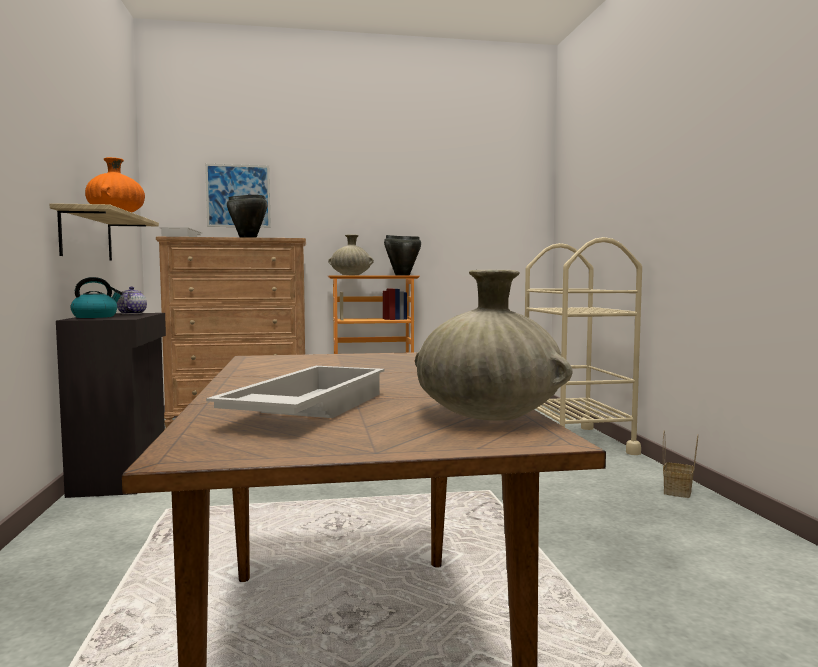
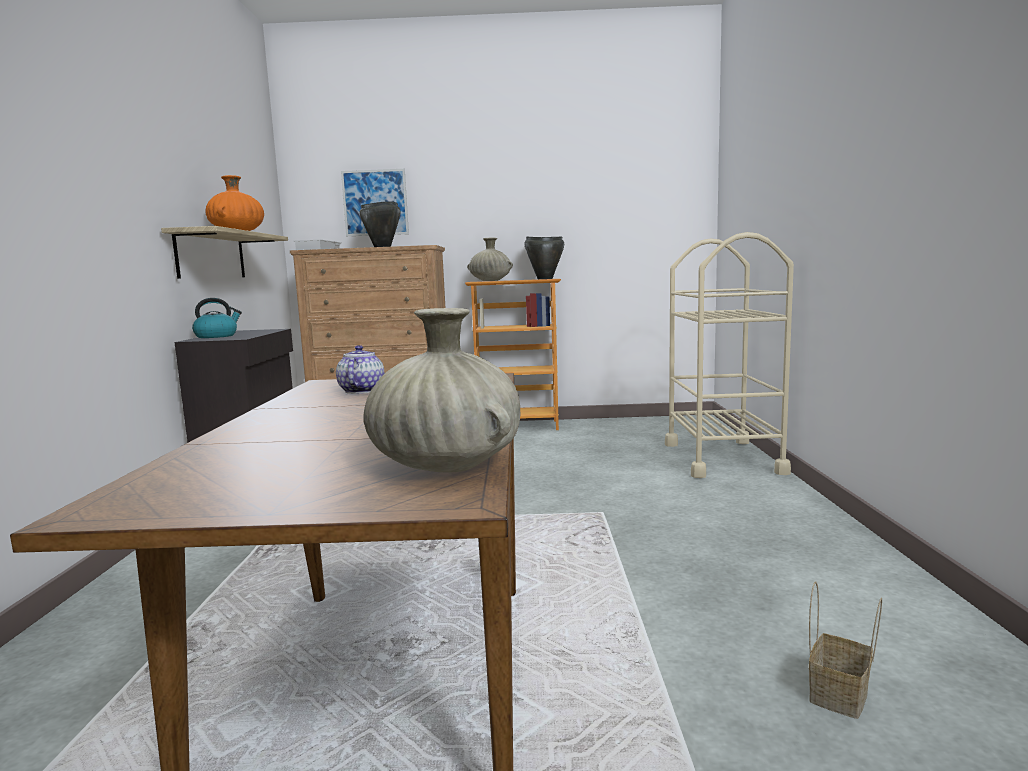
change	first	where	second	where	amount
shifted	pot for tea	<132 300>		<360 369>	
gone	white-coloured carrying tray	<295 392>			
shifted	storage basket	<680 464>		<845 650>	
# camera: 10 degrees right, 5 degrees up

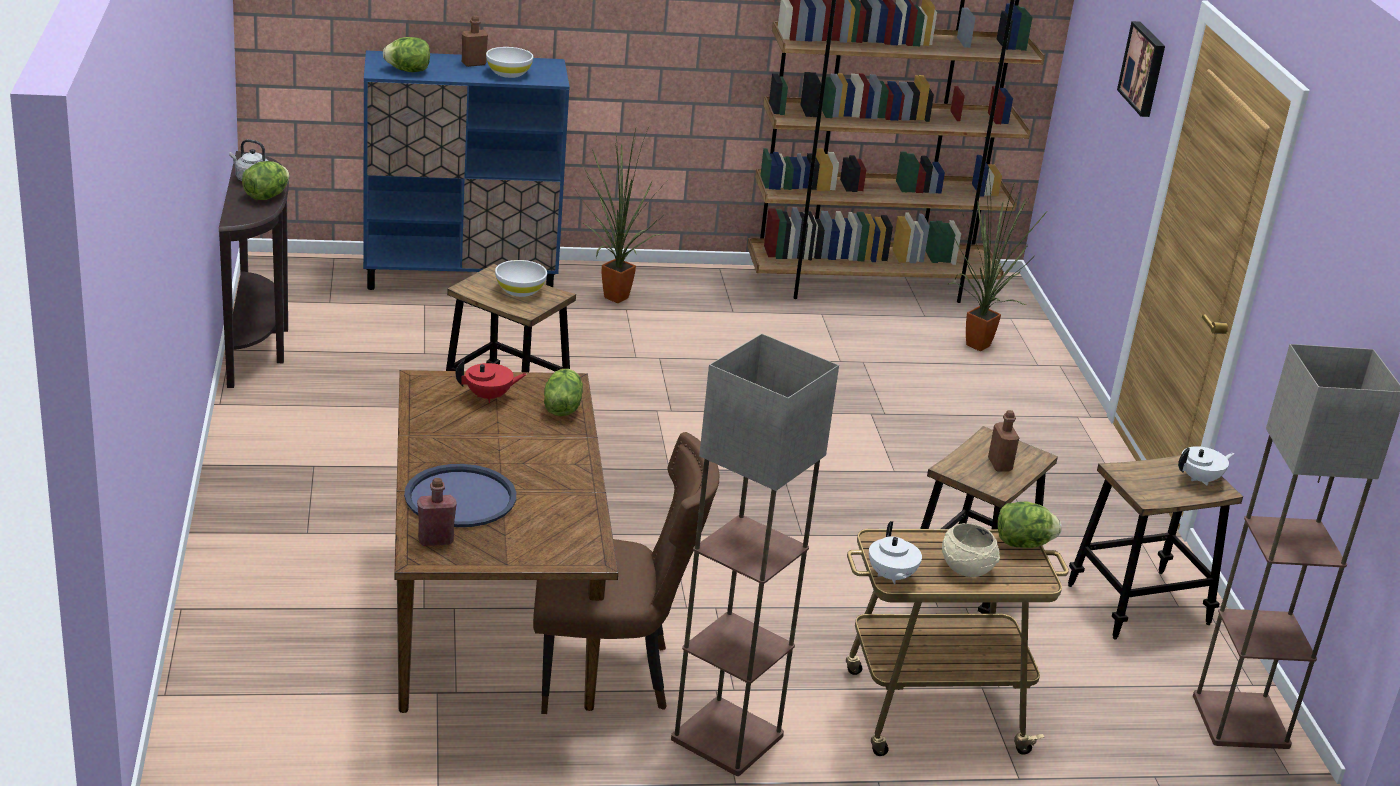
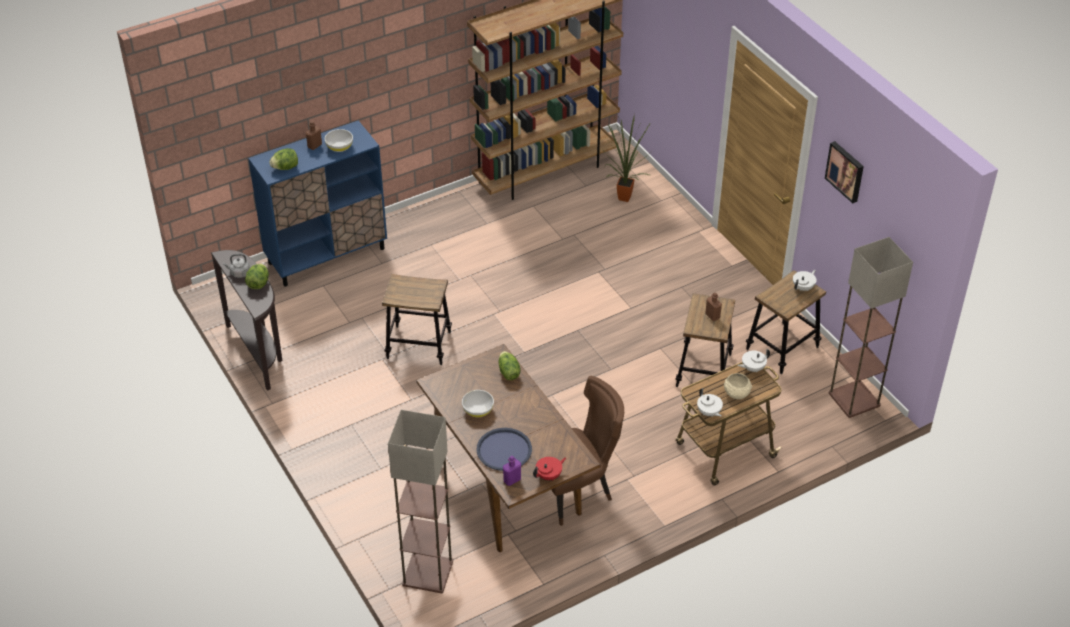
change	first	where	second	where	amount
repainted	red bottle	<437 512>	purple-coloured bottle	<512 471>	
shifted	red pot for tea	<491 381>		<549 469>	
shifted	white-coloured deep dish	<521 278>		<478 403>	
gone	potted plant	<620 216>			
shifted	floor lamp	<755 555>		<420 501>	
swapped	lettuce head	<1029 525>	white-coloured pot for tea	<754 360>	
shifted	wall picture	<1141 69>		<844 172>	
# camera: 20 degrees left, 15 degrees up

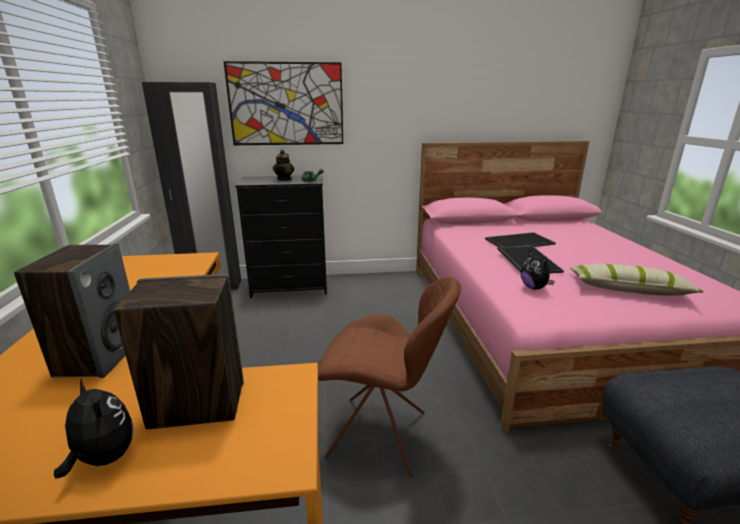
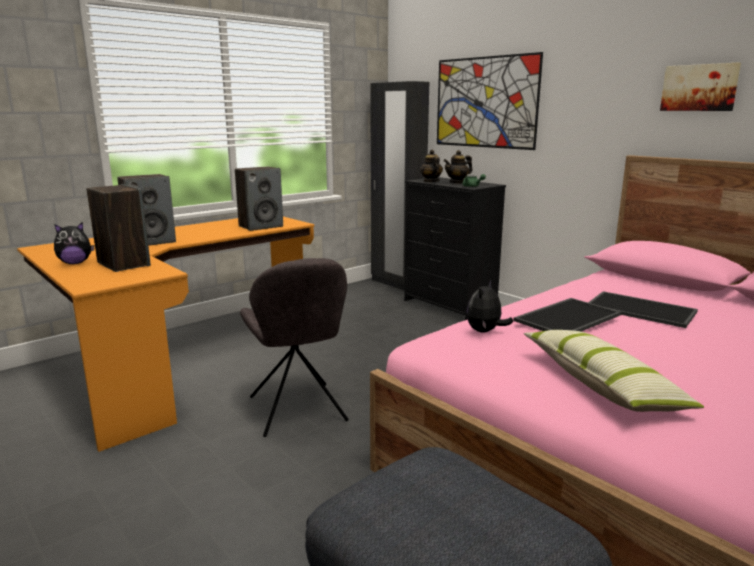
change	first	where	second	where	amount
rotated	soft toy	<93 428>		<74 243>	60 degrees clockwise
repainted	brown-coloured chair	<389 377>	gray chair	<294 347>	
new			loudspeaker	<259 199>	
new			pot for tea	<431 165>	
new			wall picture	<700 86>	
# camera: 55 degrees right, 5 degrees down

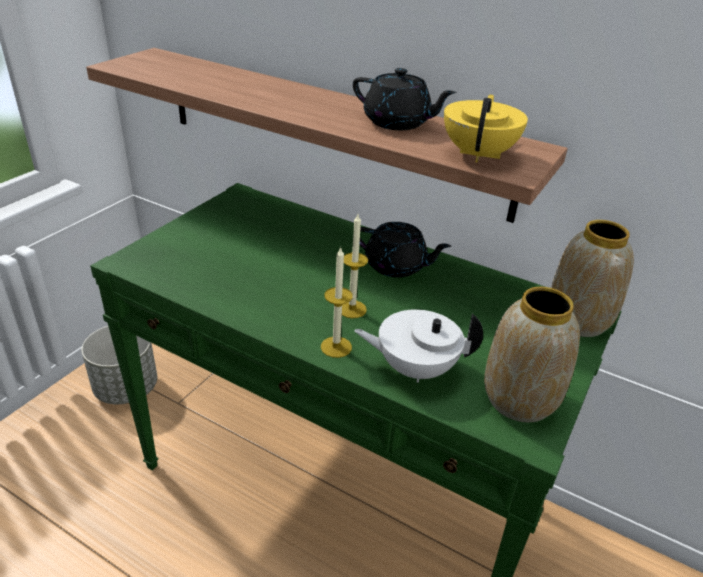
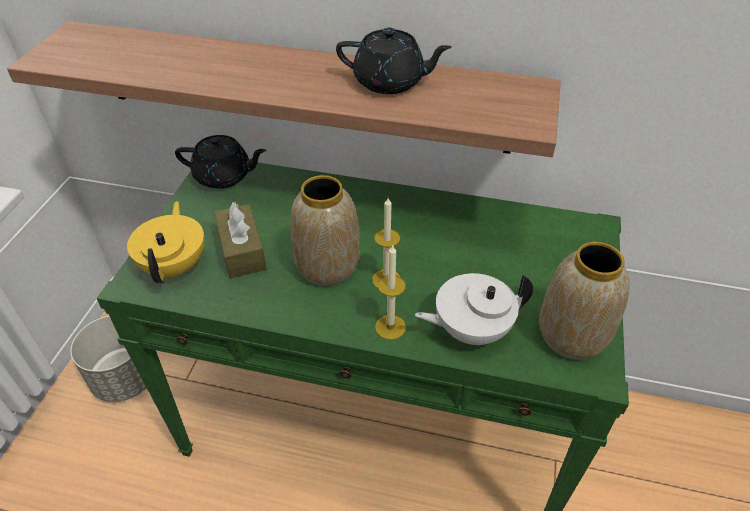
change	first	where	second	where	amount
shifted	blackish pot for tea	<405 250>		<220 162>	
shifted	yellow-coloured pot for tea	<486 128>		<165 242>	
shifted	flower vase	<592 278>		<325 230>	
new			brown-coloured tissue holder	<240 240>	
# camera: 15 degrees left, 10 degrees up

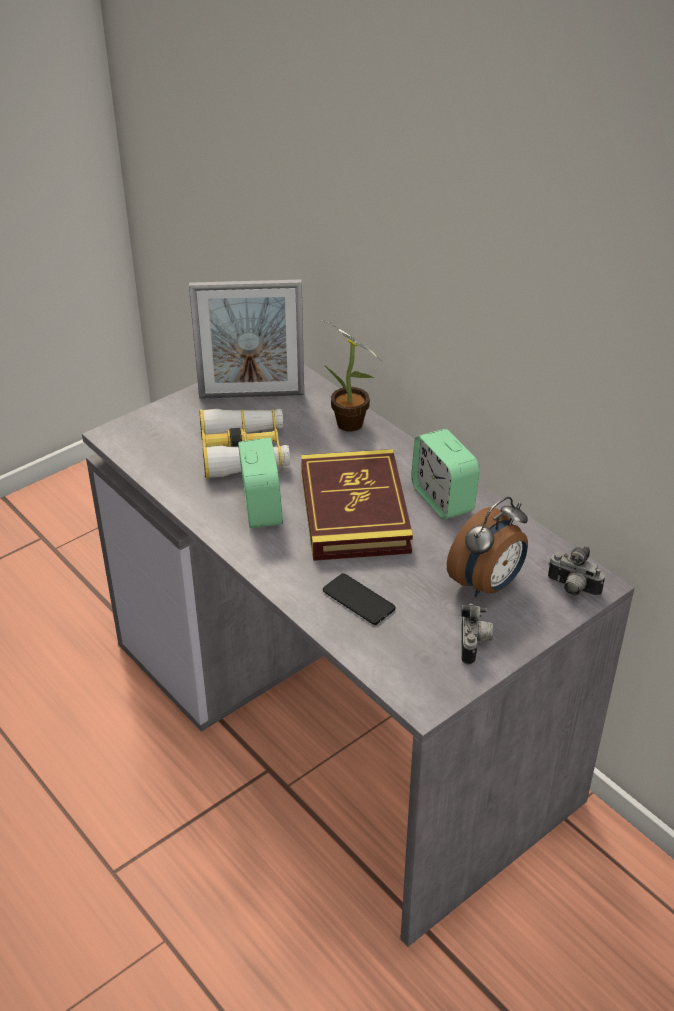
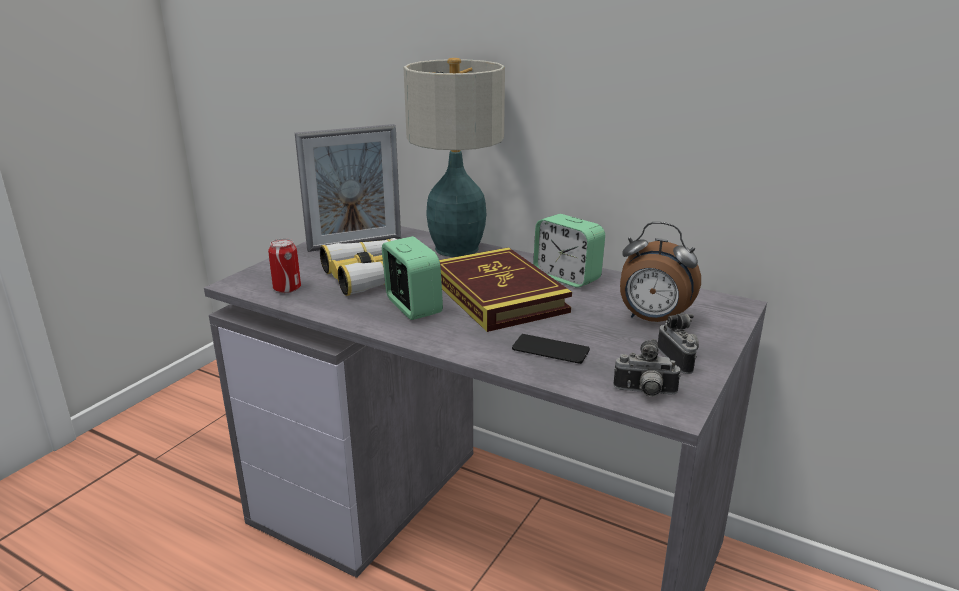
change	first	where	second	where	amount
swapped	potted plant	<352 376>	table lamp	<454 157>	
rotated	bedside clock	<487 547>		<660 272>	90 degrees clockwise
shifted	still camera	<576 571>		<647 368>	
new			sealed can	<284 265>	
# camera: 20 degrees left, 15 degrees down

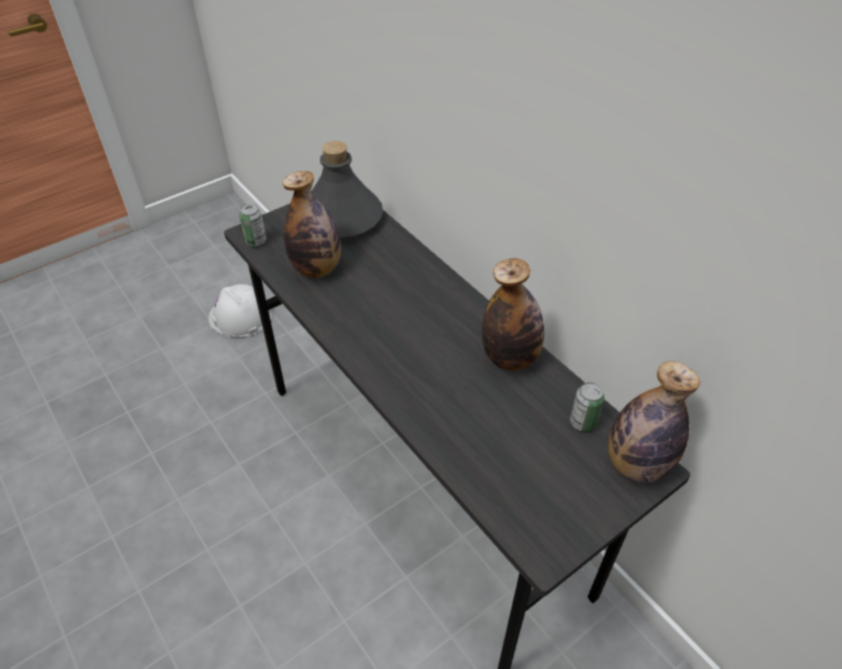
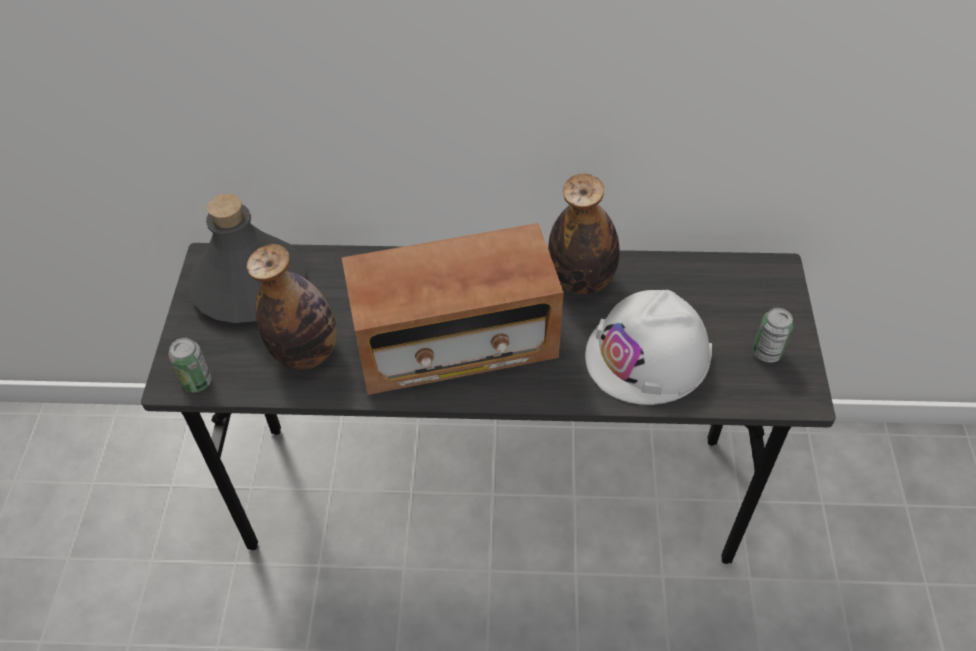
change	first	where	second	where	amount
shifted	white-coloured hard hat	<240 310>		<648 347>	
shifted	sealed can	<587 407>		<773 335>	
gone	bottle	<654 422>			
new			radio receiver	<452 309>	
# camera: 50 degrees left, 5 degrees up

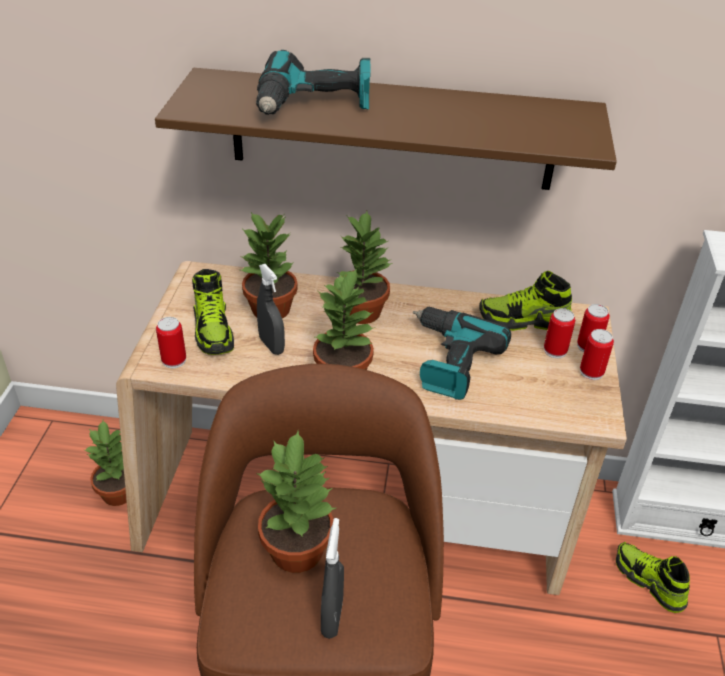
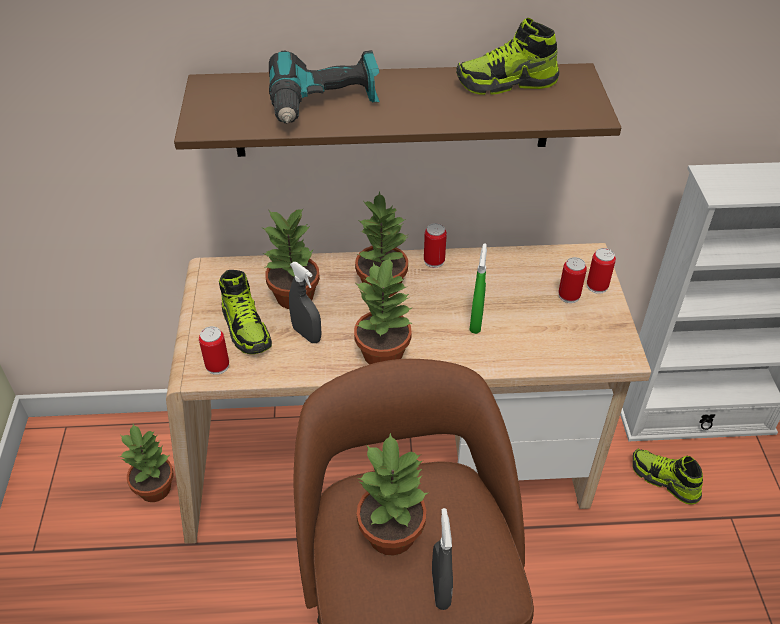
change	first	where	second	where	amount
swapped	electric drill	<462 353>	green spray bottle	<478 288>	
shifted	item of footwear	<525 301>		<507 56>	
shifted	sealed can	<597 354>		<435 245>	
# camera: 10 degrees left, 5 degrees up

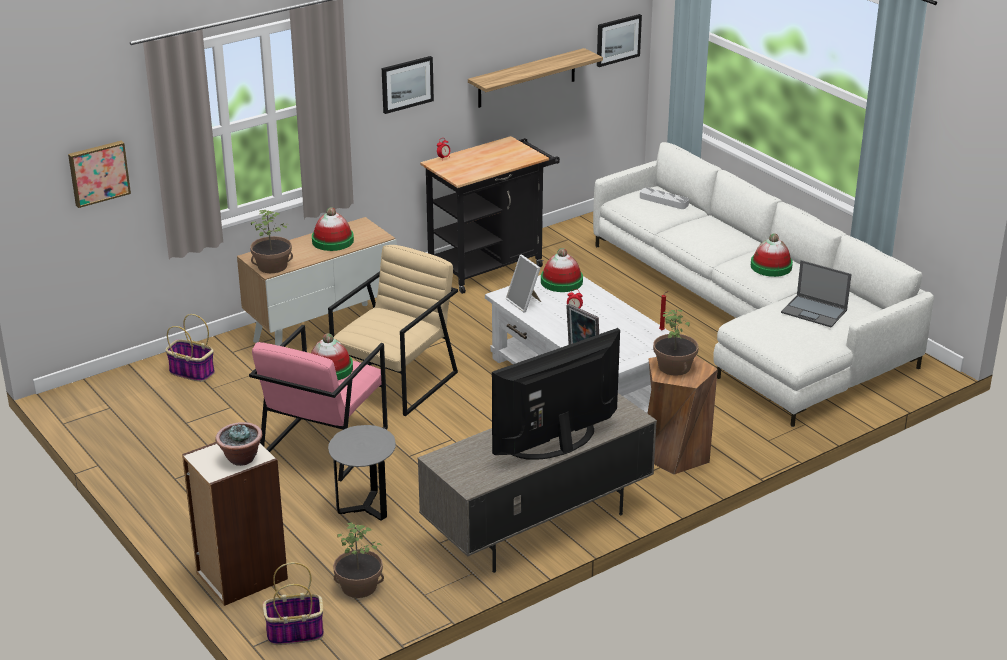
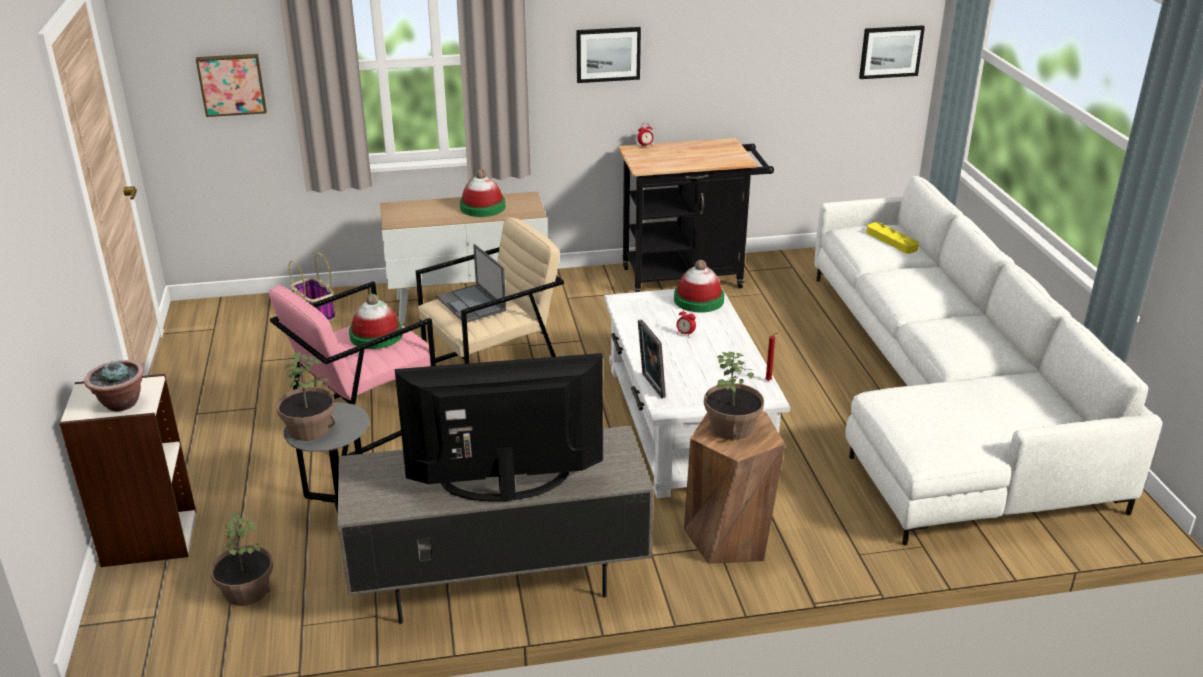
change	first	where	second	where	amount
shifted	potted plant	<271 241>		<306 396>	
gone	storage basket	<293 603>			
gone	bracket shelf	<535 78>			
gone	photo frame	<523 284>			
repainted	gray carrying tray	<664 198>	yellow-coloured carrying tray	<892 238>	
gone	wearable hat	<772 255>			
shifted	portable computer	<816 293>		<471 283>	
# camera: 25 degrees right, 0 degrees up

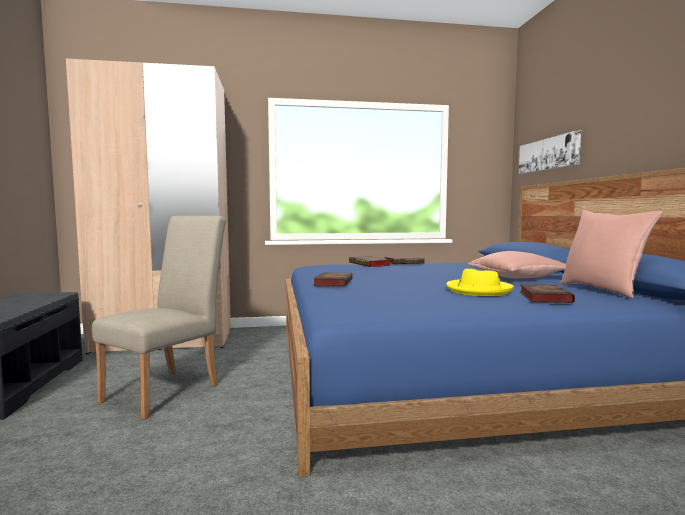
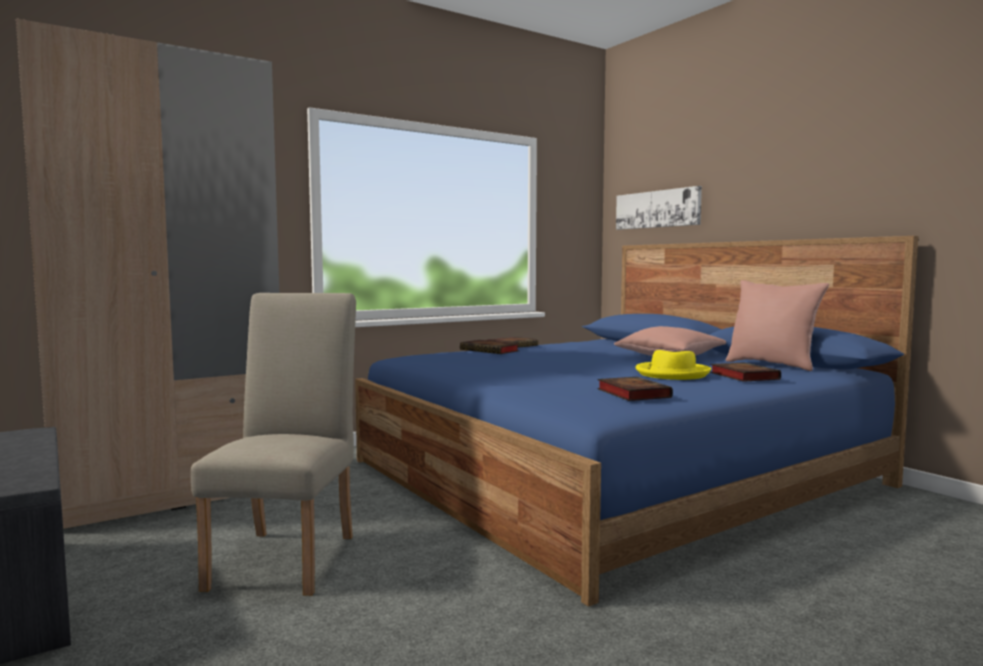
change	first	where	second	where	amount
shifted	volume	<333 279>		<635 389>	
# camera: 25 degrees left, 0 degrees up

